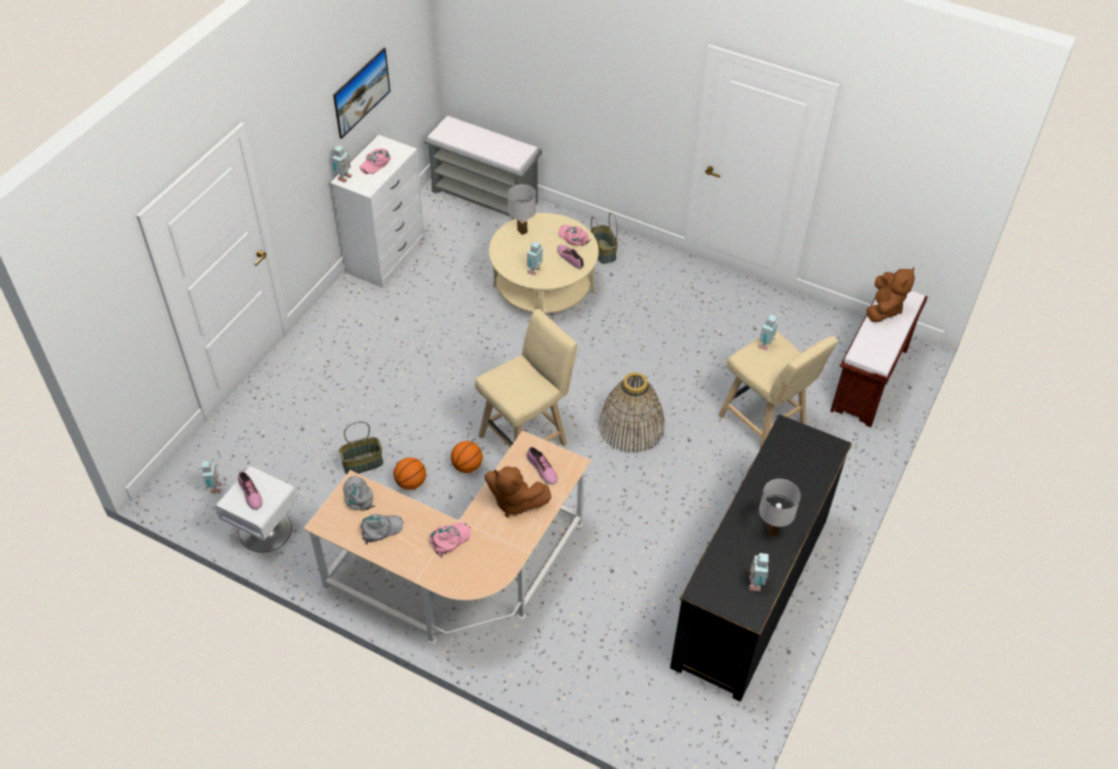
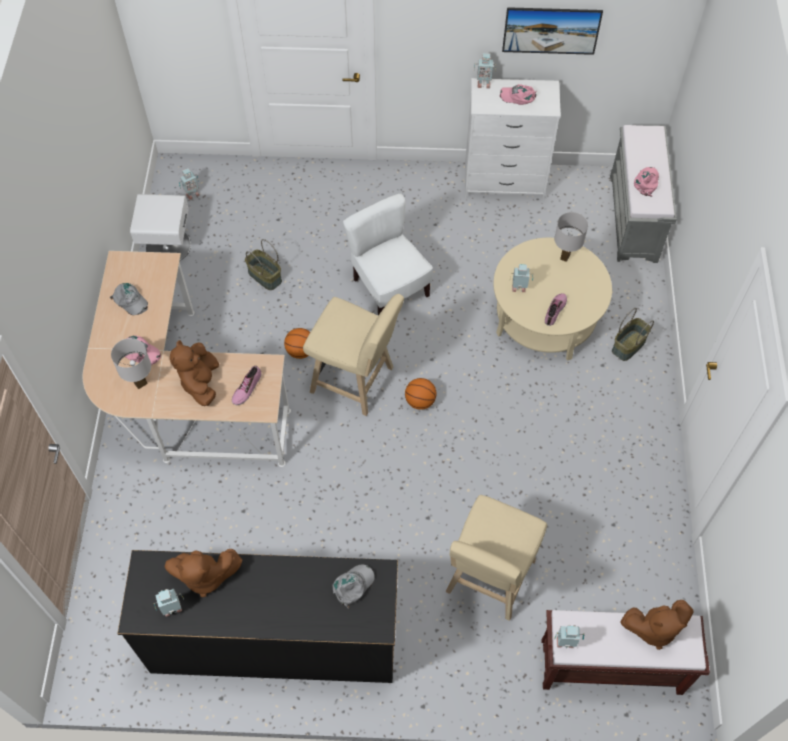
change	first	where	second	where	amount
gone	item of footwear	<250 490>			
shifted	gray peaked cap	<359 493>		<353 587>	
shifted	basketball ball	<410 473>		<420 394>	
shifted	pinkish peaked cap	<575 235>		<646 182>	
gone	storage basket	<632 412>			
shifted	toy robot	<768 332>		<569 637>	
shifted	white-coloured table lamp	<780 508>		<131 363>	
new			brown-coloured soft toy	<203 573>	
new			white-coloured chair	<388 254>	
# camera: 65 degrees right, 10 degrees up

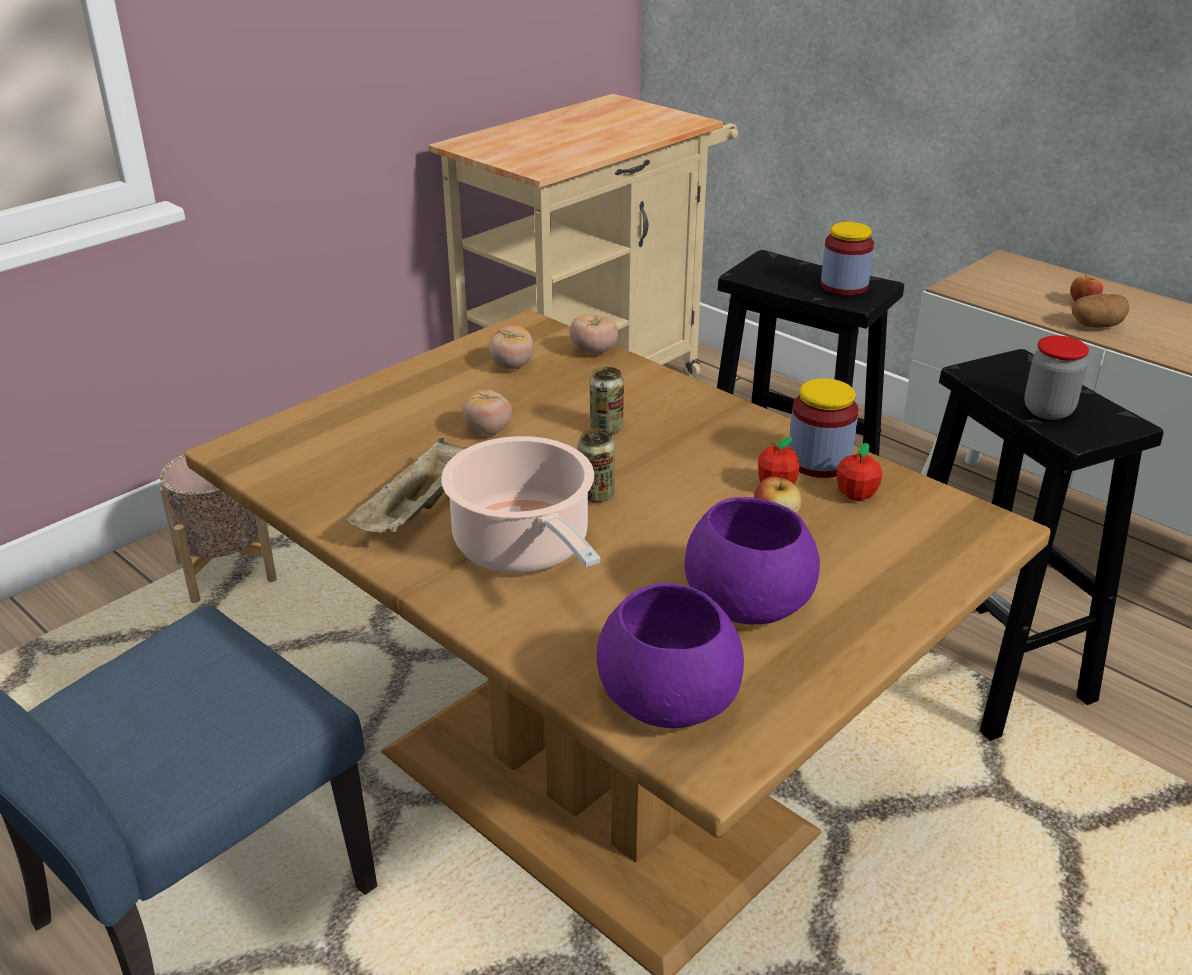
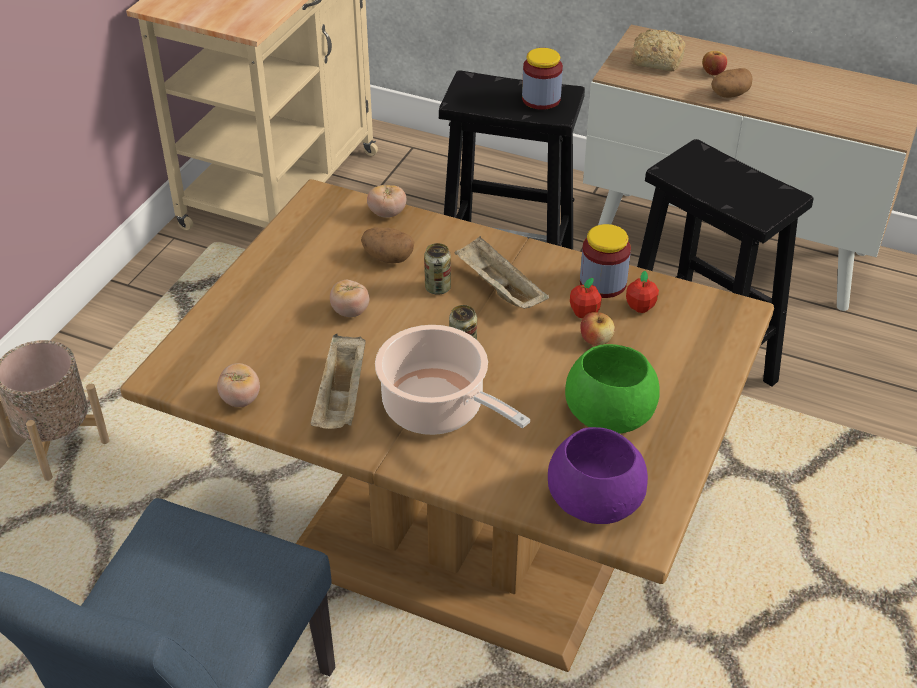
change	first	where	second	where	amount
shifted	tomato	<511 347>		<238 385>	
repainted	purple-coloured deep dish	<752 560>	green deep dish	<612 389>	
gone	storage jar	<1056 377>			
new			potato	<387 245>	
new			beige carrying tray	<501 273>	
new			bread	<658 50>	
# camera: 20 degrees left, 10 degrees up

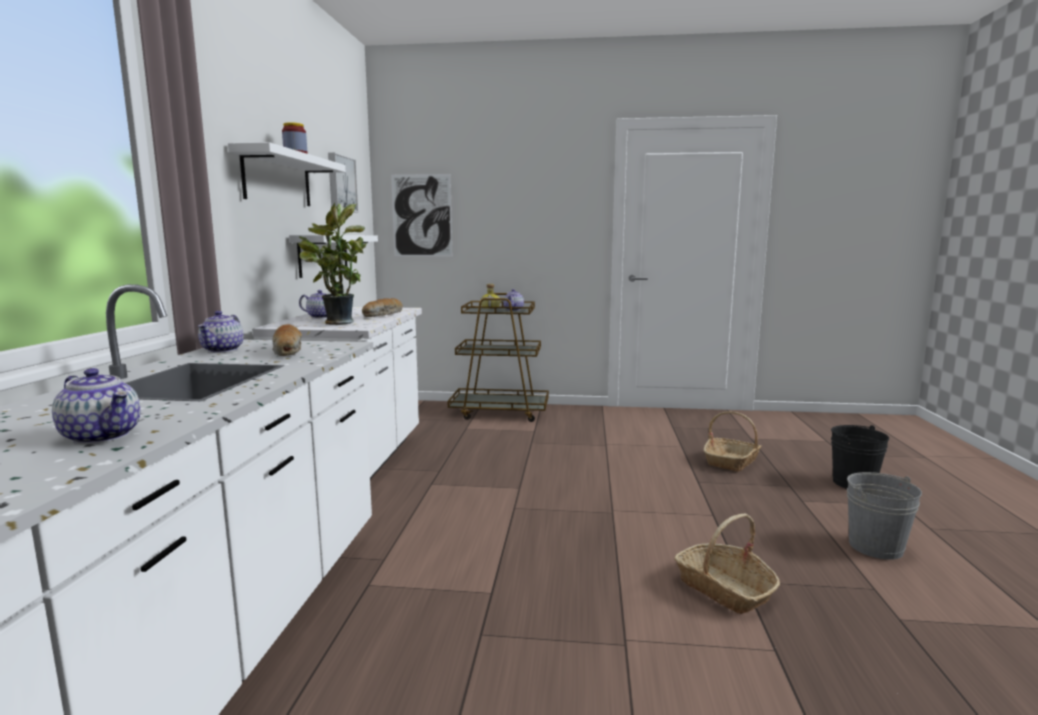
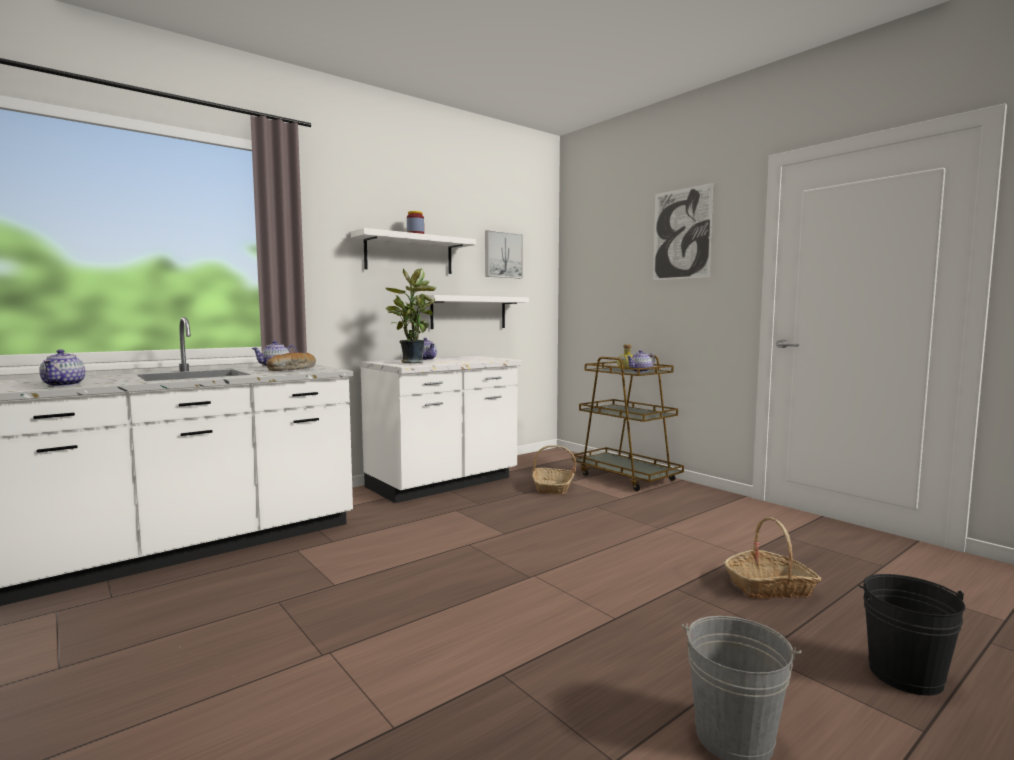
change	first	where	second	where	amount
gone	bread	<382 307>			
shifted	wall picture	<421 215>		<683 231>	
shifted	storage basket	<727 564>		<554 470>	
# camera: 45 degrees right, 5 degrees down

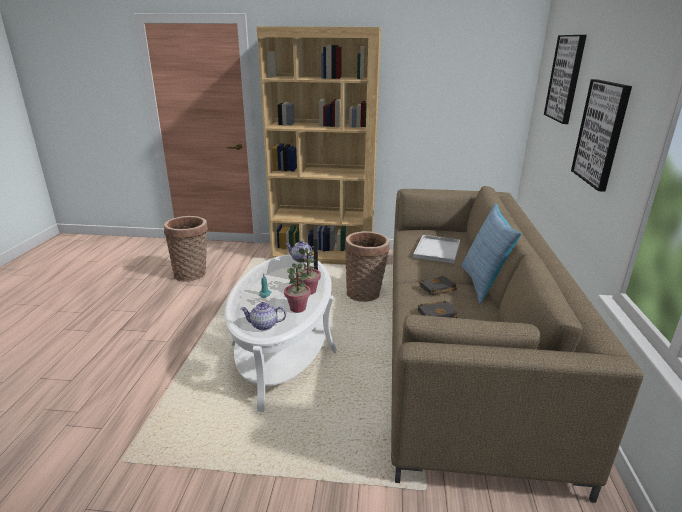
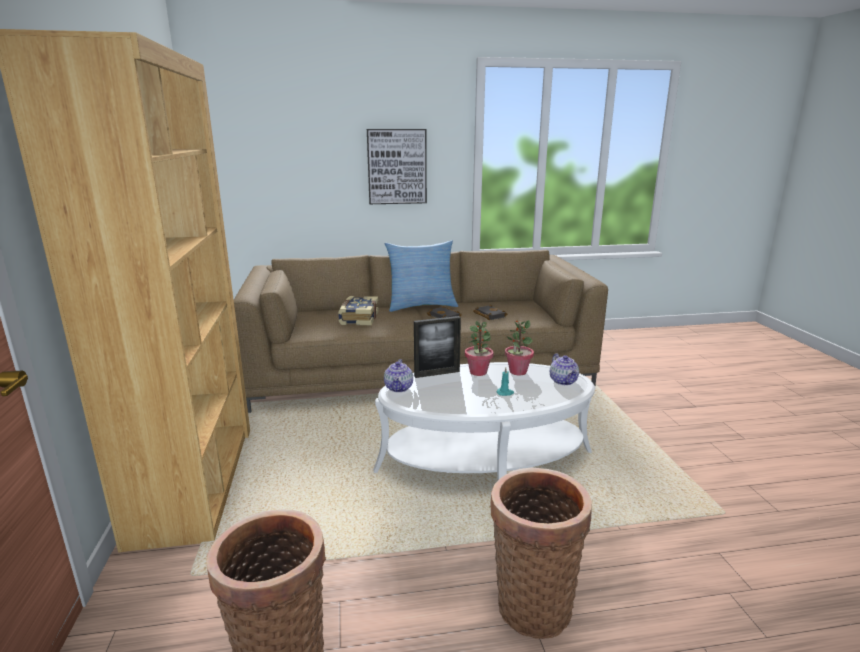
change	first	where	second	where	amount
shifted	storage basket	<367 266>		<541 553>	
swapped	white-coloured carrying tray	<436 249>	volume	<358 310>	
gone	wall picture	<565 79>			
# camera: 105 degrees left, 5 degrees down

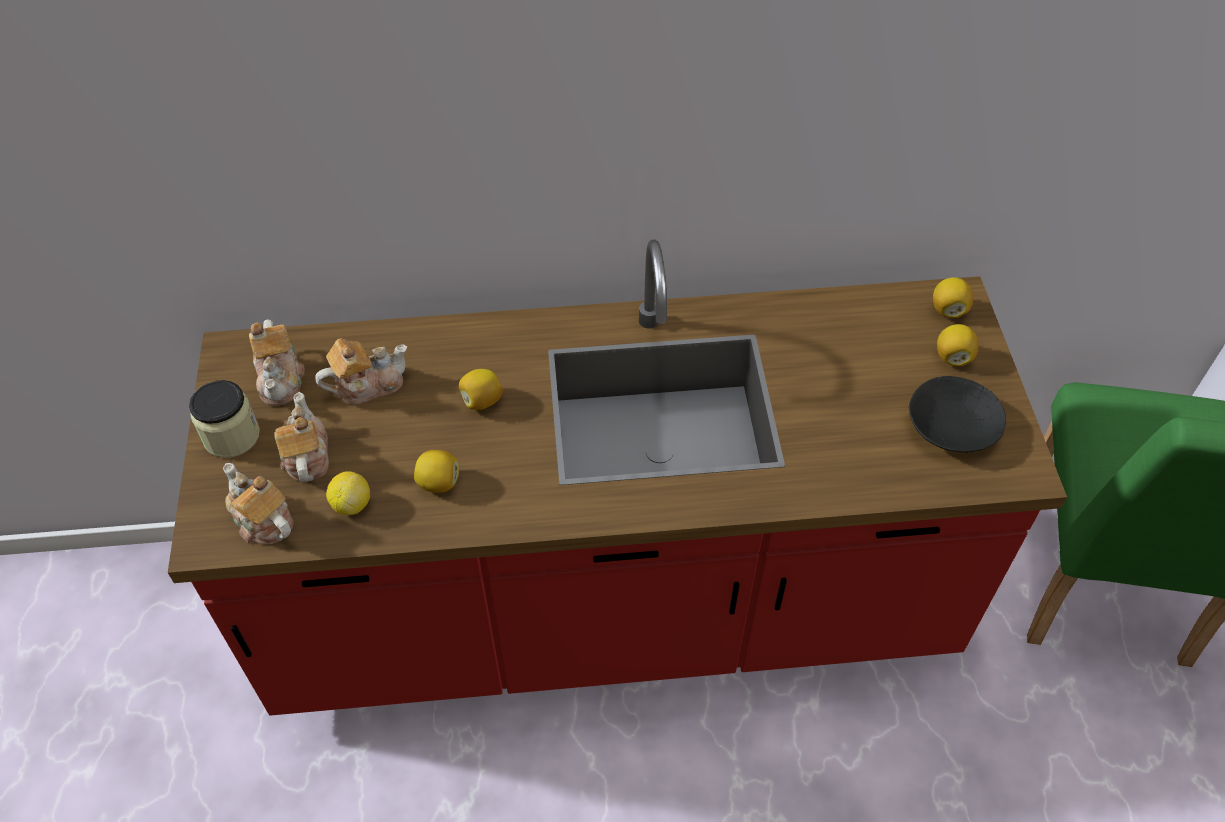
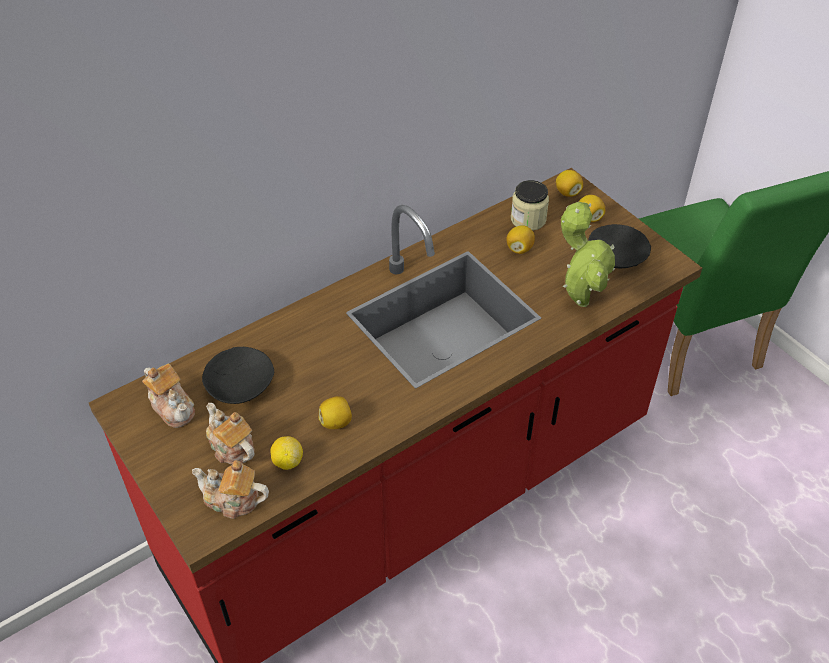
change	first	where	second	where	amount
shifted	storage jar	<224 419>		<530 205>	
swapped	pot for tea	<361 372>	blackish deep dish	<238 375>	
shifted	lemon	<481 389>		<520 239>	
new			potted plant	<588 254>	
# camera: 30 degrees left, 5 degrees down

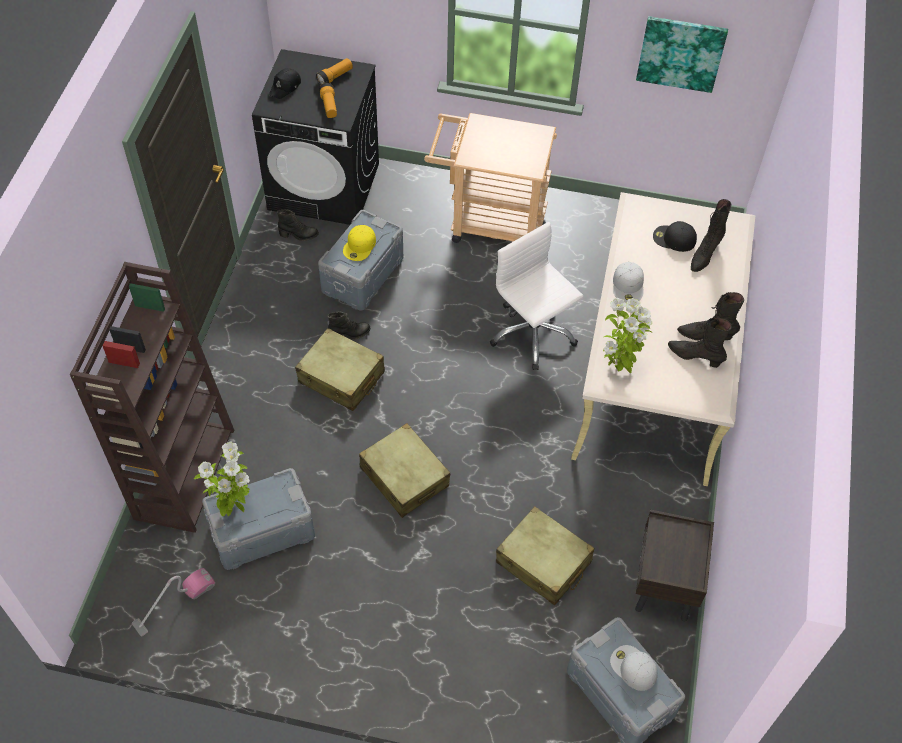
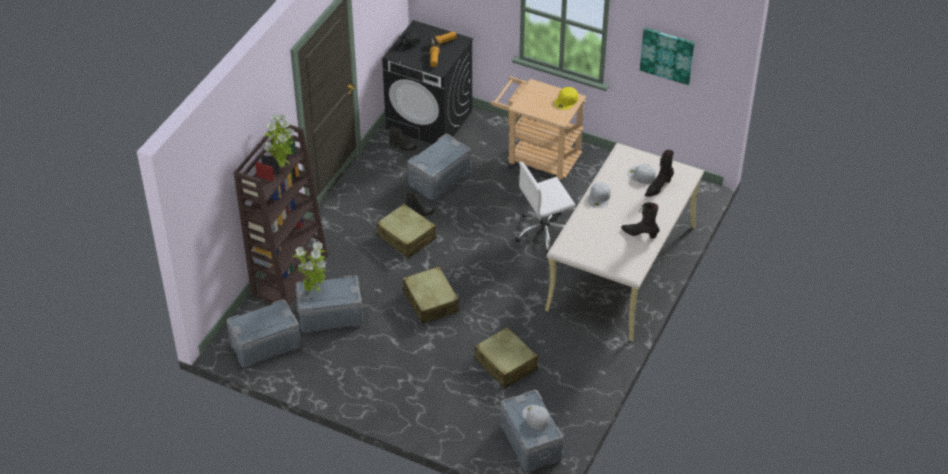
change	first	where	second	where	amount
swapped	hoover	<173 602>	gray storage bin	<263 333>	
shifted	yellow-coloured peaked cap	<359 243>		<566 98>	
rotated	white-coloured computer chair	<536 296>		<545 208>	90 degrees counterclockwise
shifted	potted plant	<628 336>		<279 140>	
gone	brown-coloured night table	<674 566>			
repainted	blackish peaked cap	<675 236>	white-coloured peaked cap	<641 174>	
gone	blackish tall boot	<700 342>			
# camera: 15 degrees right, 10 degrees down

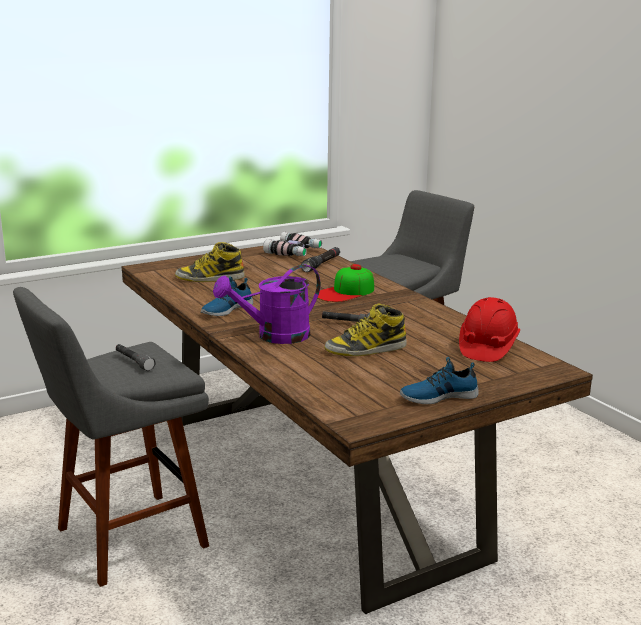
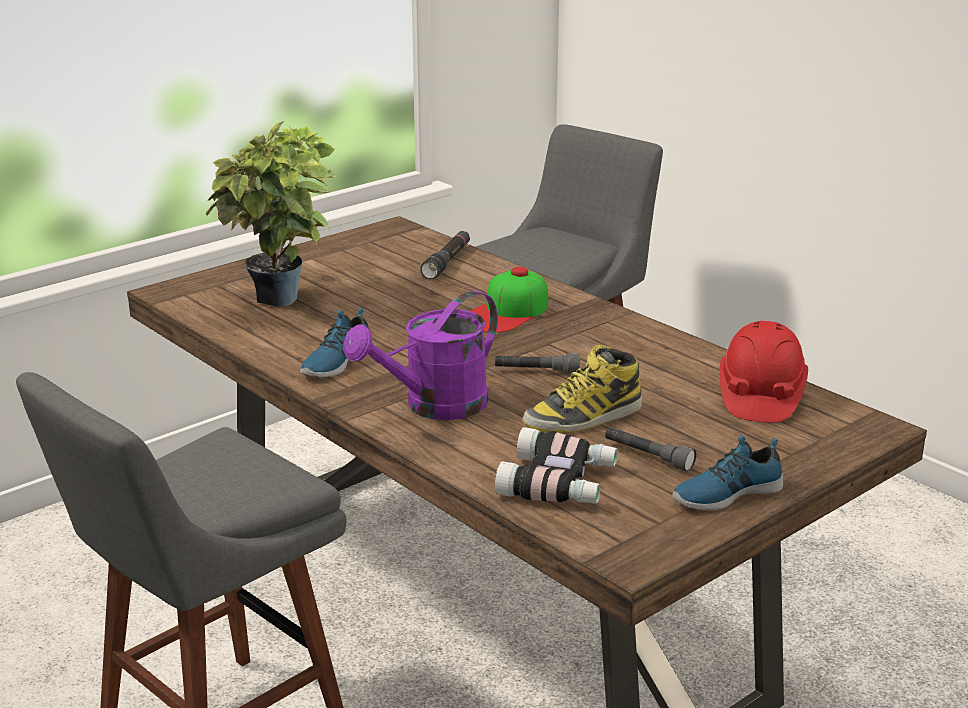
change	first	where	second	where	amount
shifted	gray flashlight	<135 357>		<650 449>	
swapped	tall boot	<210 262>	potted plant	<271 214>	
shifted	pair of binoculars	<292 244>		<556 465>	
# camera: 10 degrees left, 5 degrees up

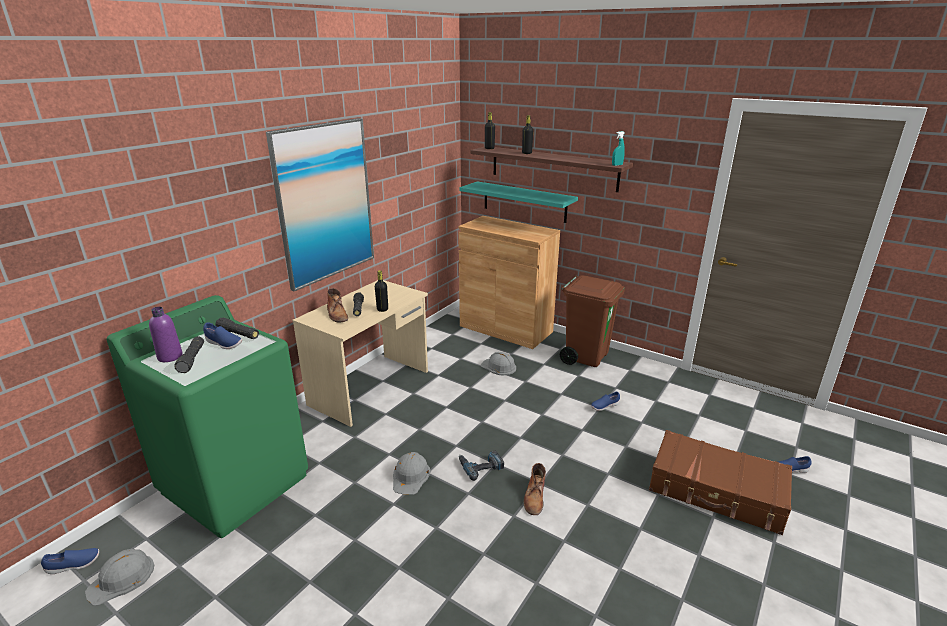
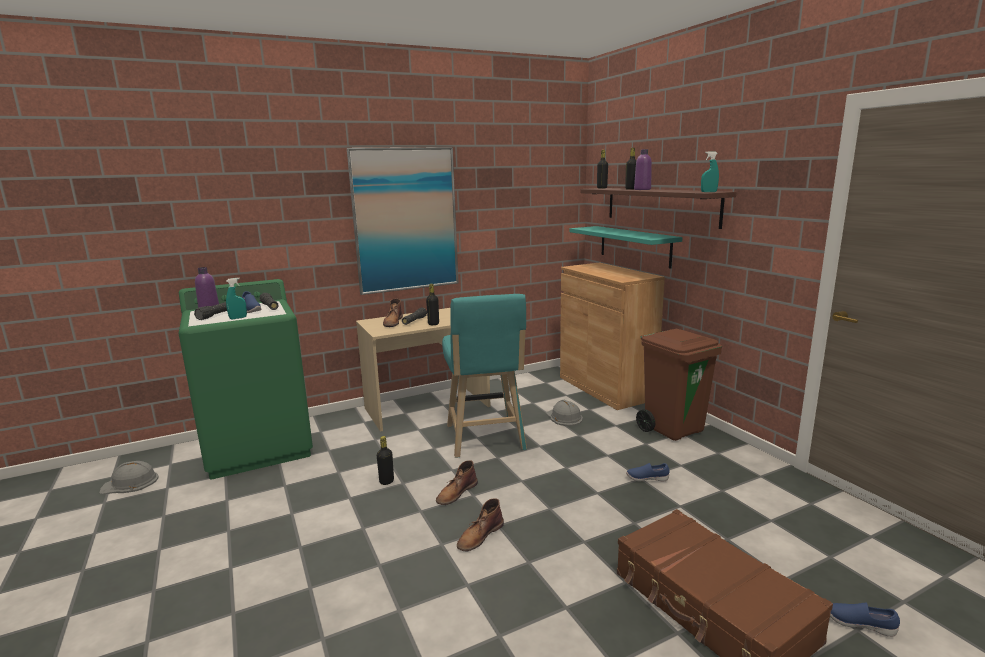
change	first	where	second	where	amount
gone	bluish item of footwear	<70 561>			
swapped	gray hard hat	<412 473>	blackish bottle	<385 460>	
swapped	electric drill	<481 465>	brown-coloured tall boot	<457 482>	
new			turquoise spray bottle	<236 298>	
new			turquoise stool	<484 376>	
new			purple-coloured bottle	<643 169>	
# camera: 30 degrees right, 10 degrees down

